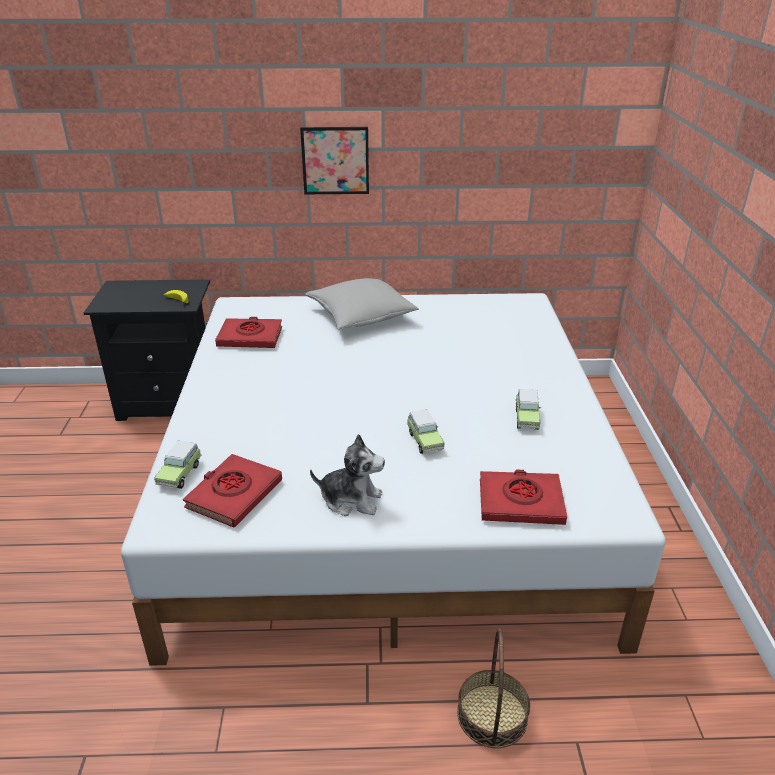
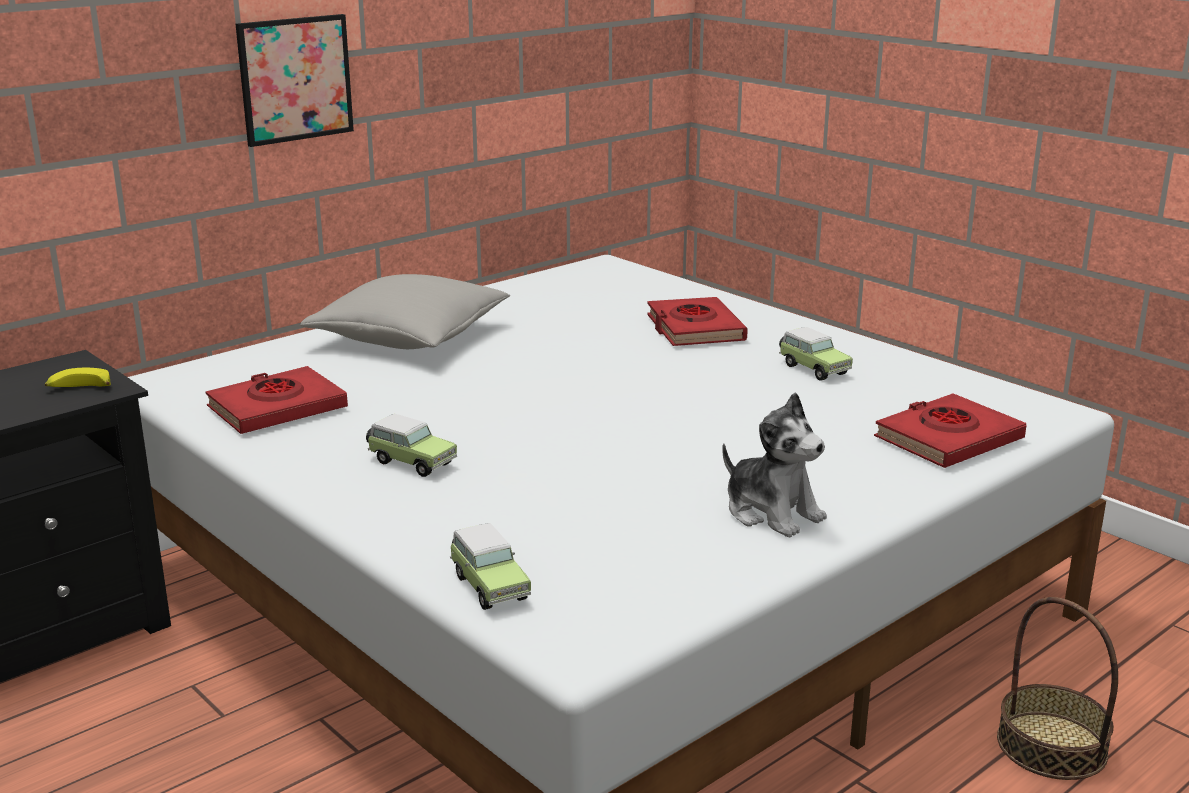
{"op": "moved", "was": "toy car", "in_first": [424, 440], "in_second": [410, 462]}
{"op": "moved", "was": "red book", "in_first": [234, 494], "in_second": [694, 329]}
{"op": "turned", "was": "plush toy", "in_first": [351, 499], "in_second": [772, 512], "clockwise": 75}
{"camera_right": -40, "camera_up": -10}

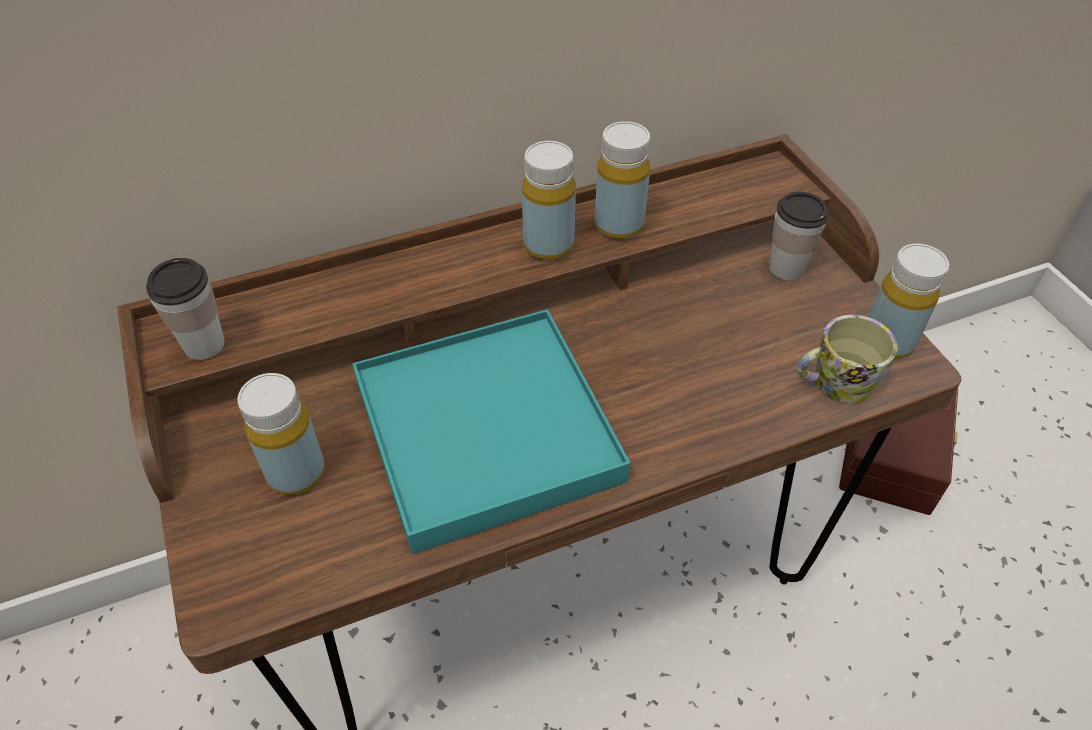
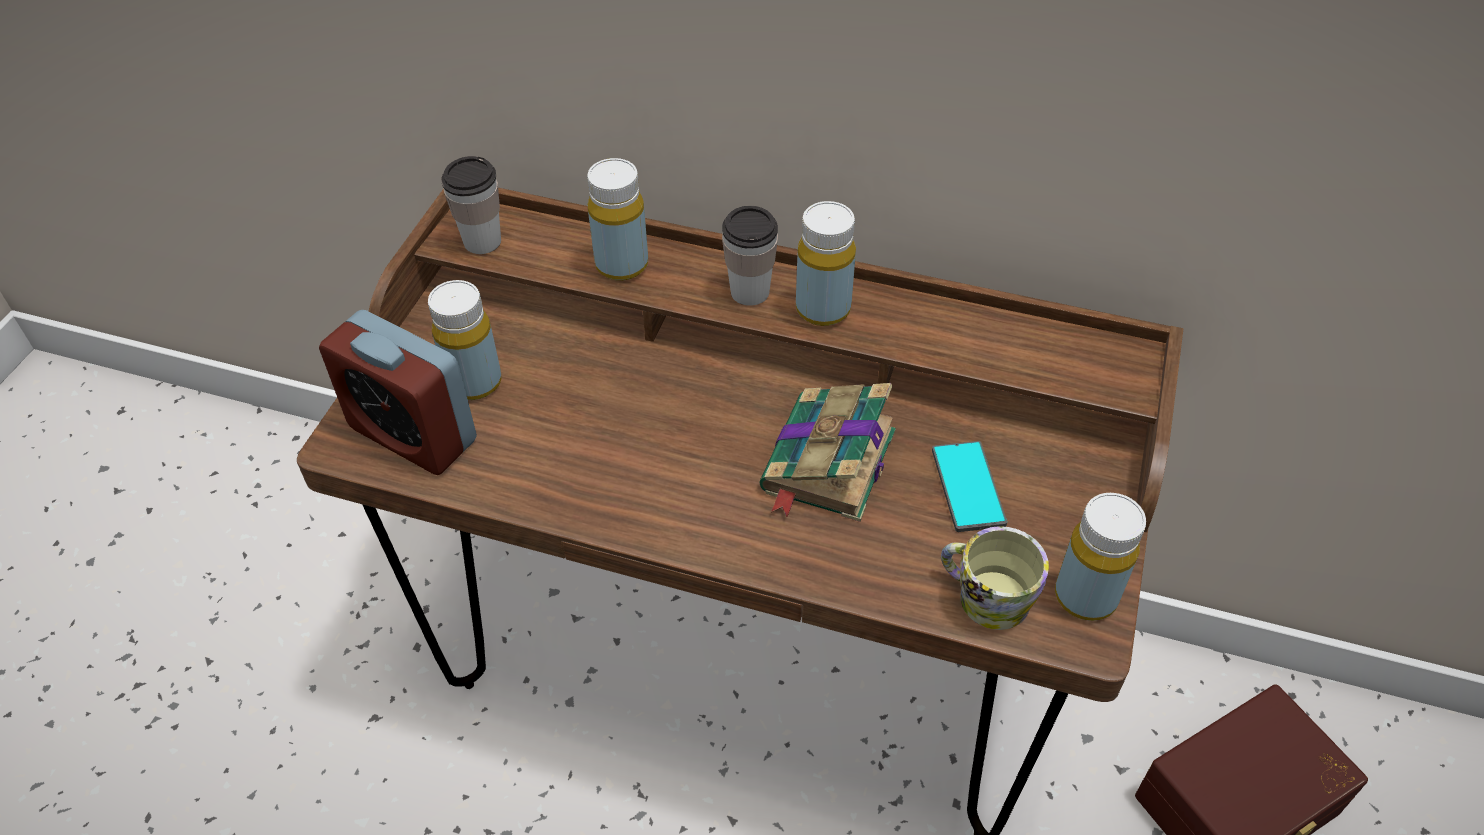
{"op": "added", "now": "alarm clock", "in_second": [413, 434]}
{"op": "moved", "was": "yellow bottle", "in_first": [619, 224], "in_second": [622, 265]}
{"op": "moved", "was": "cup", "in_first": [786, 268], "in_second": [750, 292]}
{"op": "added", "now": "book", "in_second": [827, 464]}
{"op": "added", "now": "phone", "in_second": [968, 487]}
{"op": "removed", "was": "turquoise tray", "in_first": [486, 432]}
{"camera_right": 40, "camera_up": 0}

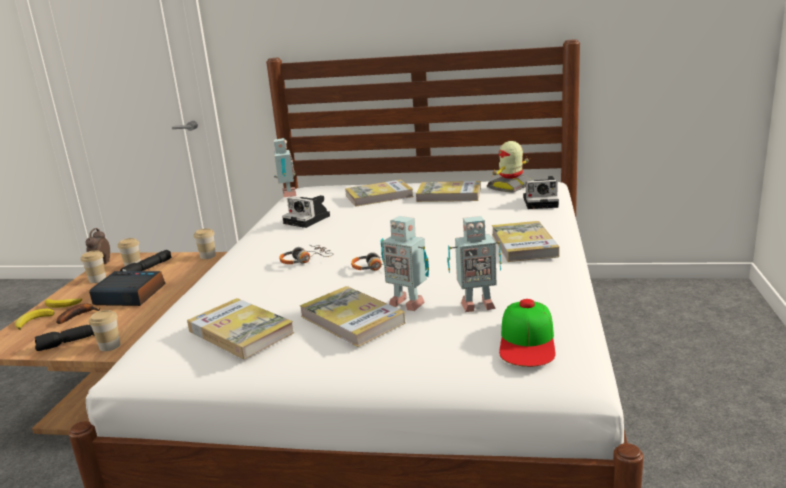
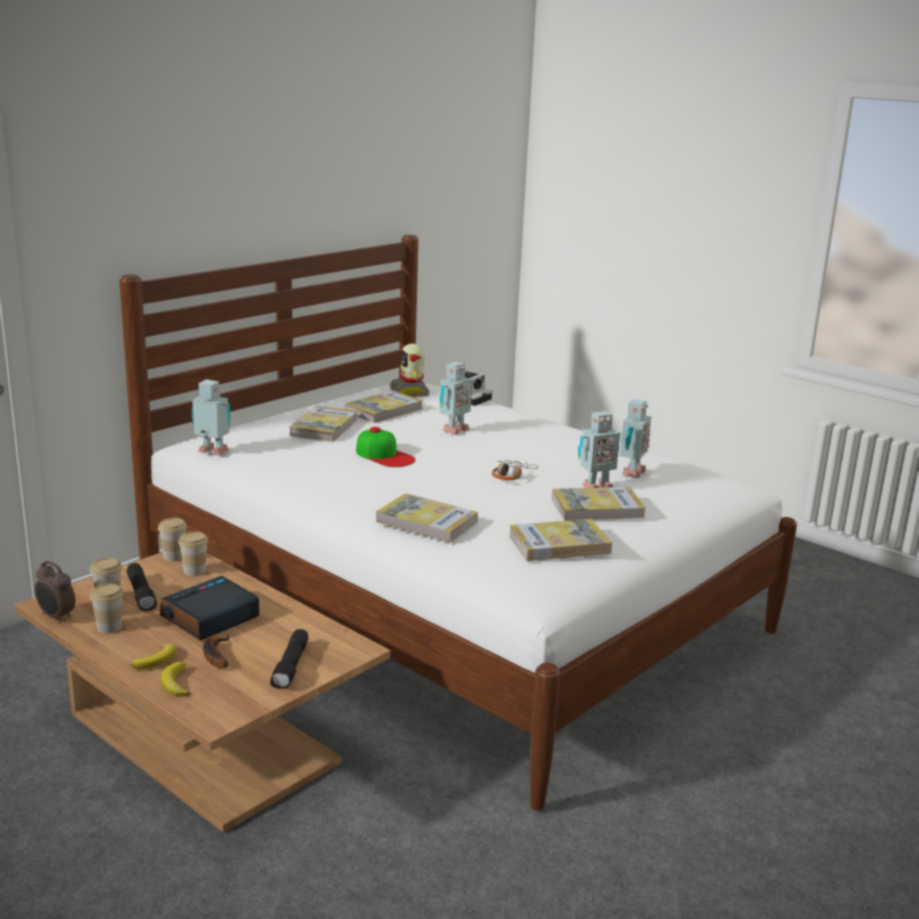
{"op": "moved", "was": "cup", "in_first": [110, 346], "in_second": [194, 571]}
{"op": "moved", "was": "cap", "in_first": [527, 341], "in_second": [384, 455]}
{"op": "moved", "was": "book", "in_first": [524, 245], "in_second": [426, 522]}
{"op": "added", "now": "toy robot", "in_second": [453, 430]}
{"op": "removed", "was": "headphones", "in_first": [305, 260]}
{"op": "removed", "was": "photo camera", "in_first": [308, 220]}
{"camera_right": -60, "camera_up": 0}

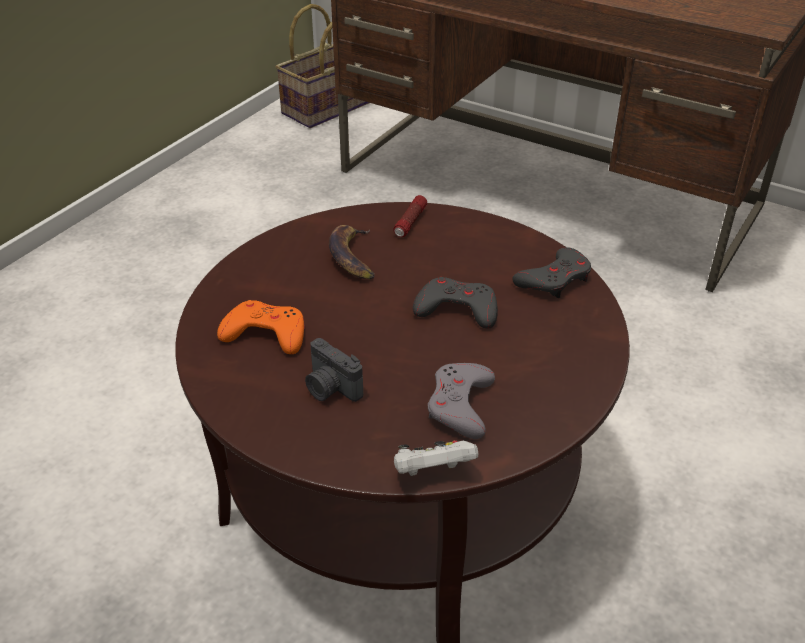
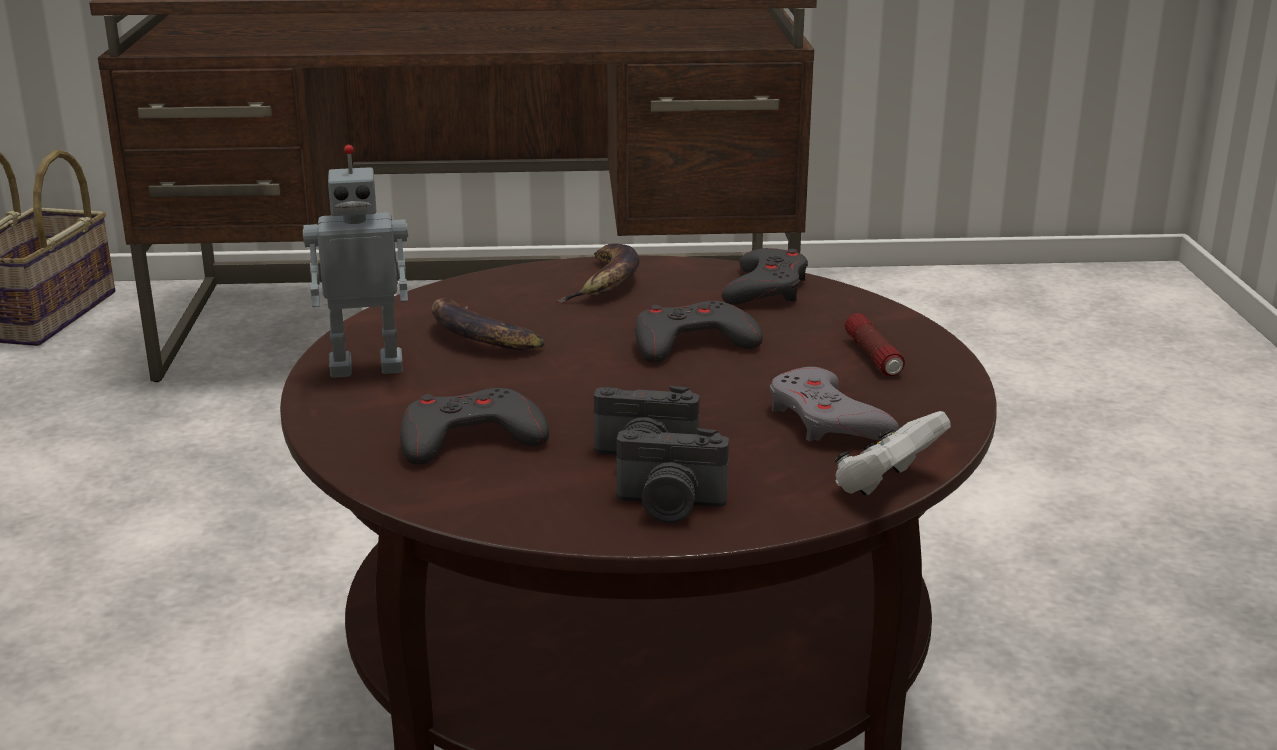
{"op": "added", "now": "toy robot", "in_second": [367, 366]}
{"op": "recoloured", "was": "orange game controller", "now": "grey game controller", "in_first": [265, 333], "in_second": [470, 439]}
{"op": "added", "now": "banana", "in_second": [605, 283]}
{"op": "added", "now": "photo camera", "in_second": [670, 506]}
{"op": "moved", "was": "flashlight", "in_first": [410, 222], "in_second": [873, 356]}
{"camera_right": -35, "camera_up": -15}

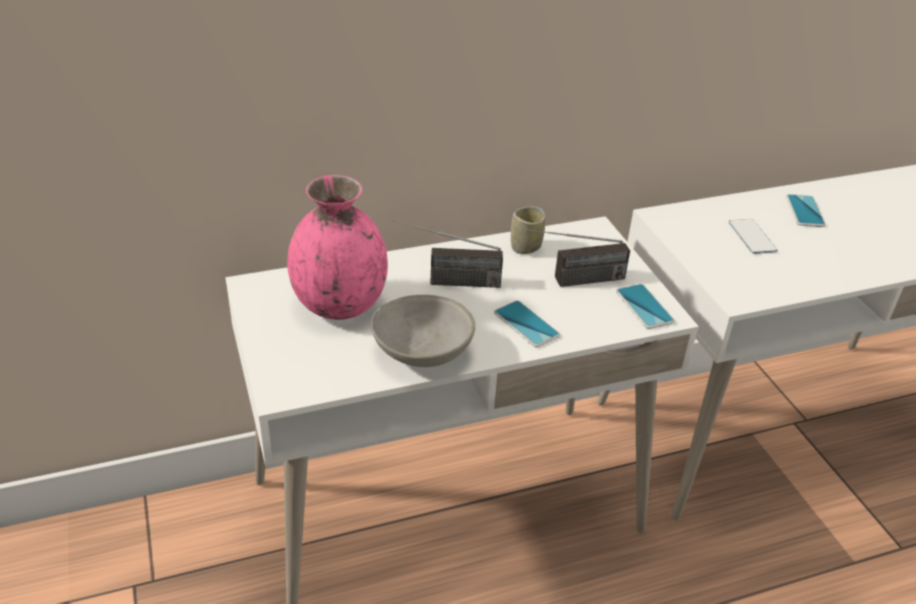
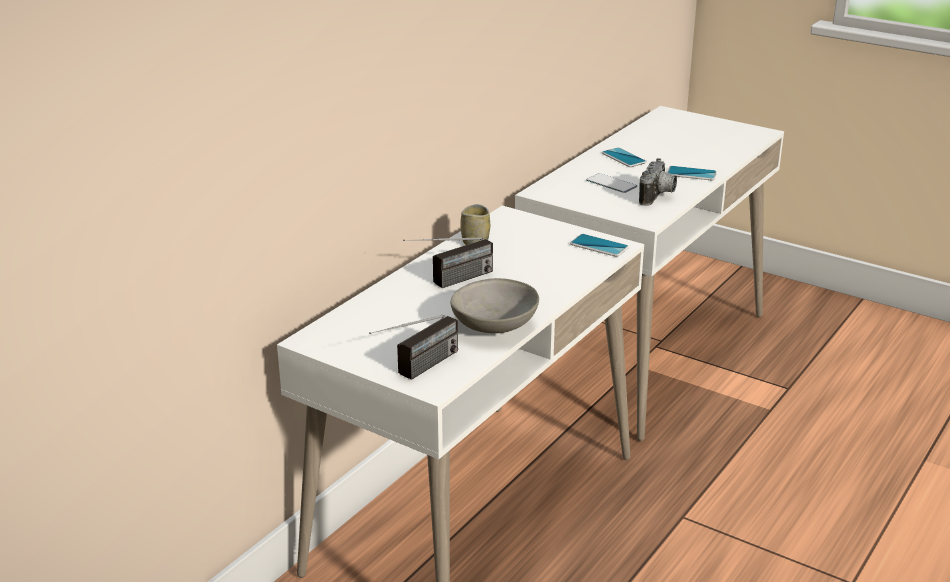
{"op": "moved", "was": "radio", "in_first": [572, 281], "in_second": [417, 371]}
{"op": "added", "now": "photo camera", "in_second": [658, 197]}
{"op": "moved", "was": "phone", "in_first": [526, 324], "in_second": [691, 174]}
{"op": "removed", "was": "pink vase", "in_first": [339, 305]}
{"camera_right": -35, "camera_up": -10}

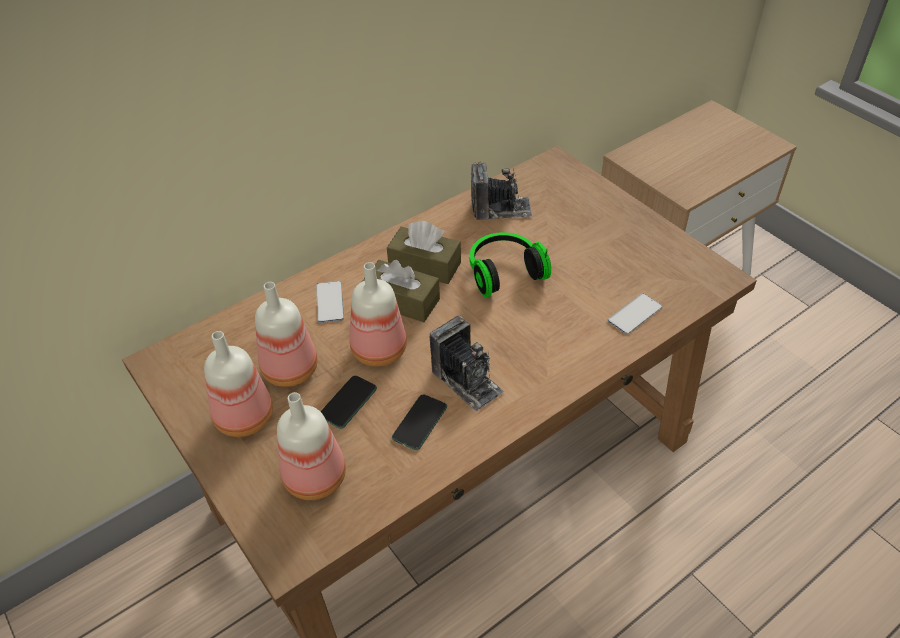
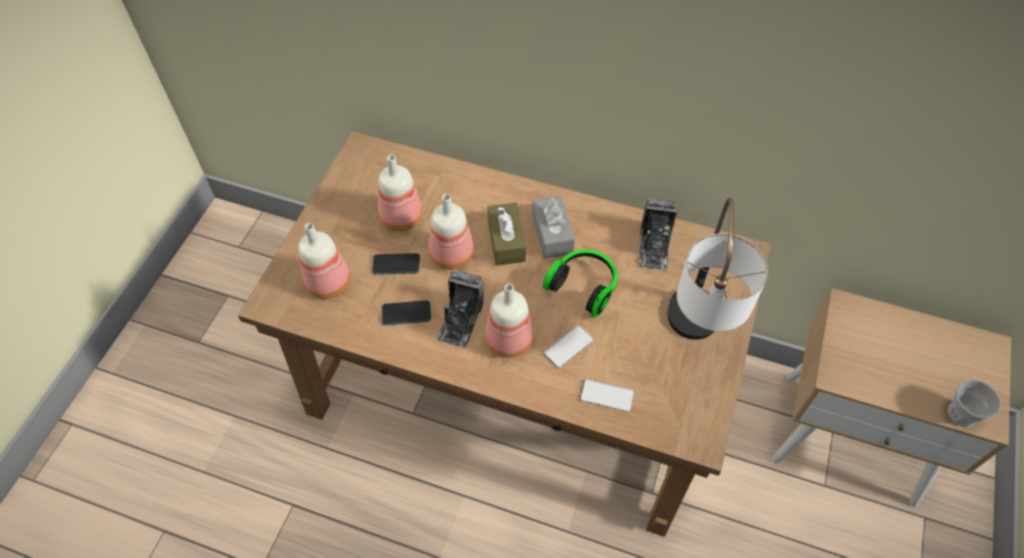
{"op": "moved", "was": "bottle", "in_first": [242, 418], "in_second": [507, 339]}
{"op": "recoloured", "was": "brown tissue box", "now": "grey tissue box", "in_first": [425, 265], "in_second": [552, 234]}
{"op": "moved", "was": "phone", "in_first": [329, 302], "in_second": [568, 347]}
{"op": "turned", "was": "photo camera", "in_first": [501, 209], "in_second": [654, 247], "clockwise": 45}
{"op": "added", "now": "table lamp", "in_second": [691, 339]}
{"op": "added", "now": "cup", "in_second": [961, 414]}
{"camera_right": 55, "camera_up": 10}

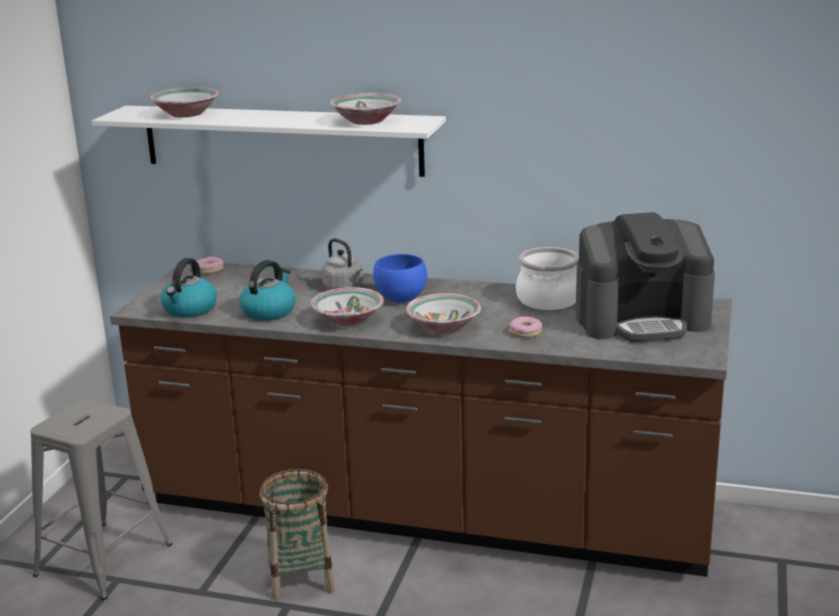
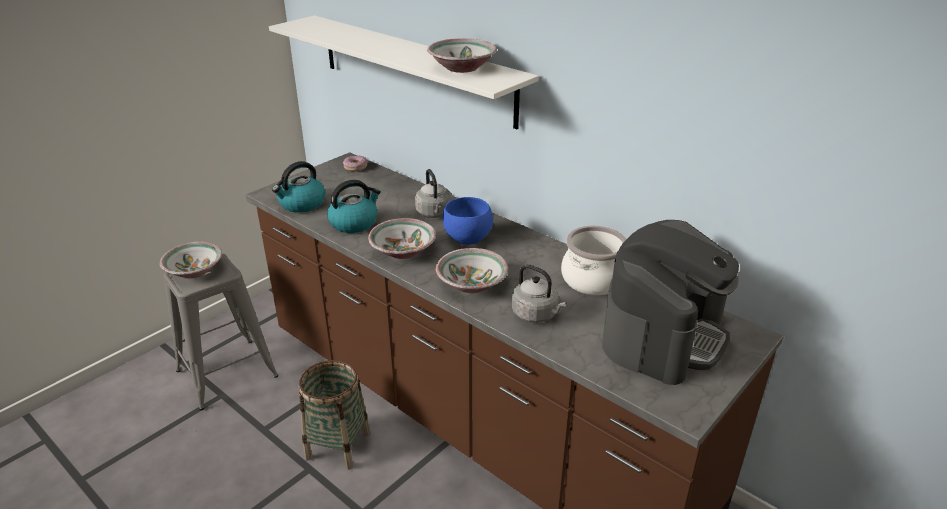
{"op": "moved", "was": "bowl", "in_first": [186, 114], "in_second": [194, 270]}
{"op": "replaced", "was": "donut", "now": "grey kettle", "in_first": [525, 332], "in_second": [536, 314]}
{"op": "turned", "was": "coffee machine", "in_first": [642, 319], "in_second": [663, 334], "clockwise": -75}
{"camera_right": 25, "camera_up": 10}

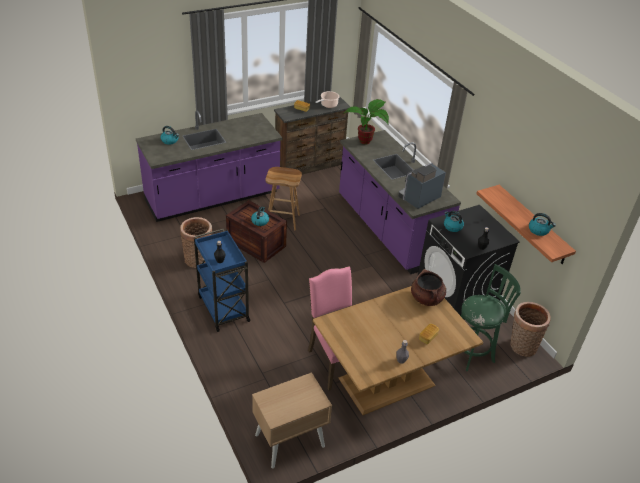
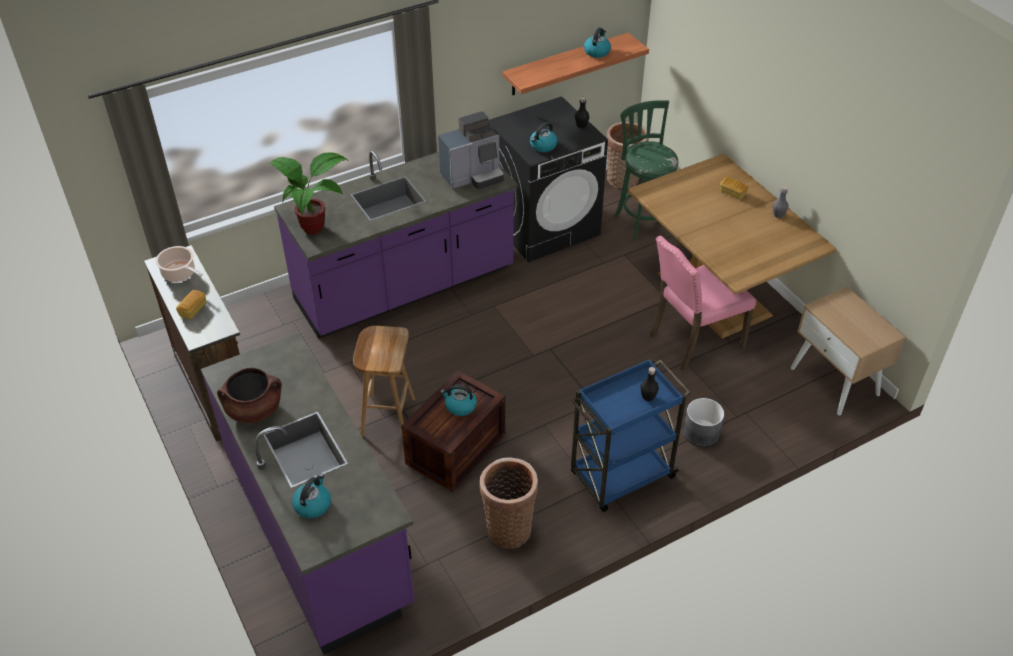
{"op": "moved", "was": "brown cooking pot", "in_first": [426, 298], "in_second": [254, 409]}
{"op": "turned", "was": "coffee machine", "in_first": [418, 198], "in_second": [473, 176], "clockwise": -75}
{"op": "added", "now": "grey planter", "in_second": [701, 433]}
{"camera_right": -90, "camera_up": 5}

